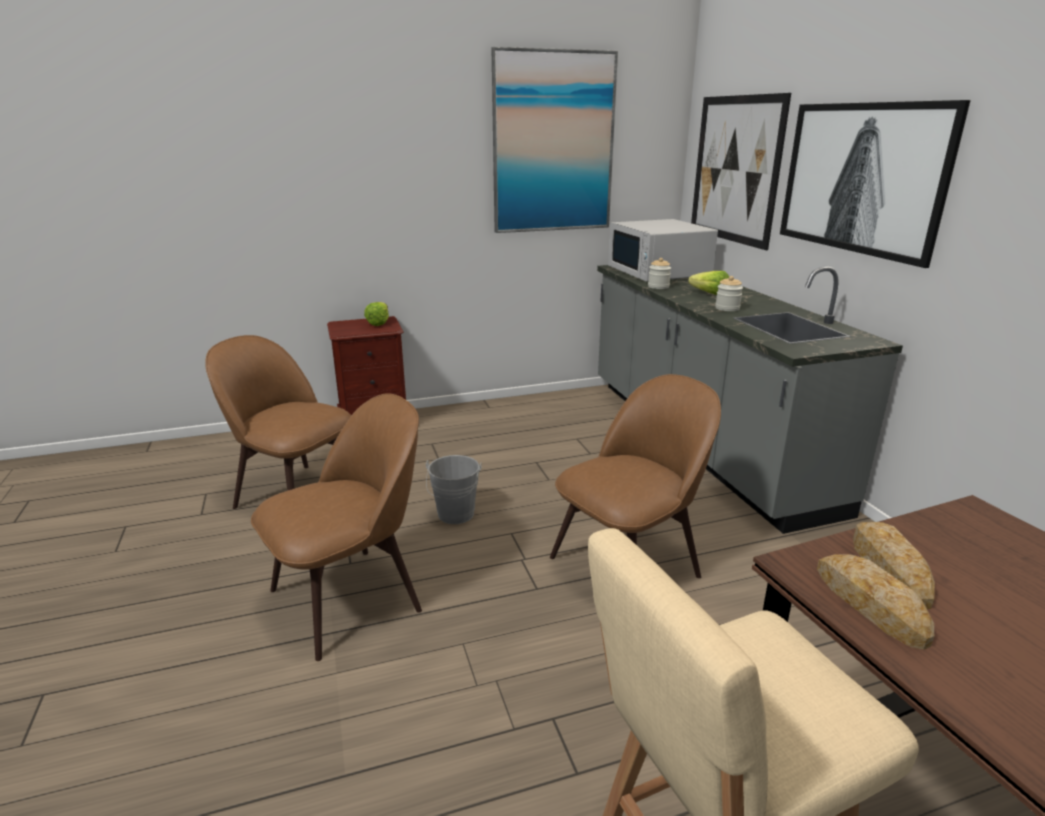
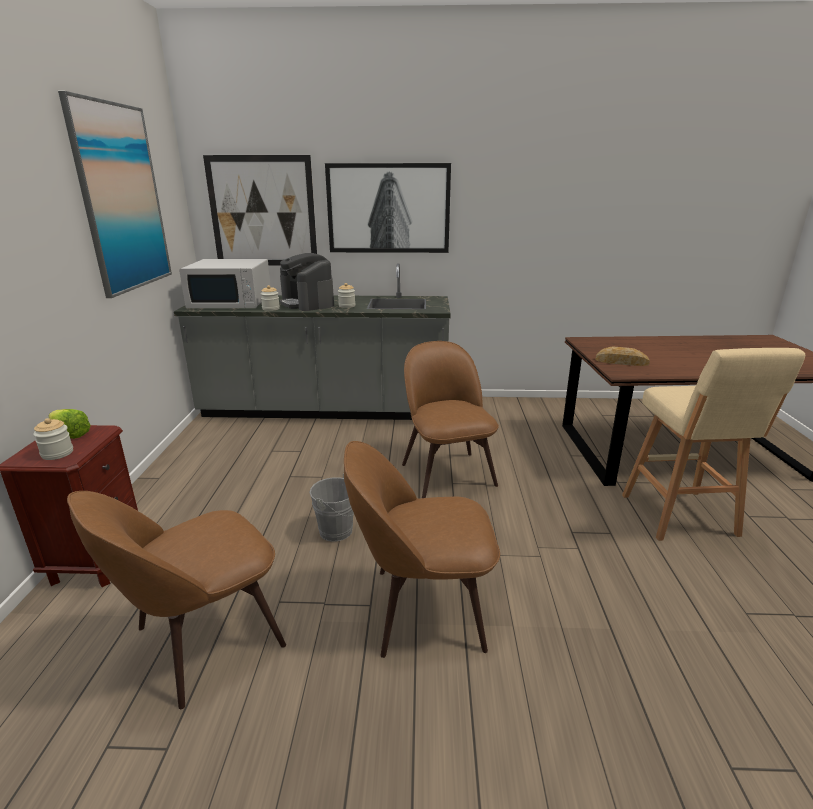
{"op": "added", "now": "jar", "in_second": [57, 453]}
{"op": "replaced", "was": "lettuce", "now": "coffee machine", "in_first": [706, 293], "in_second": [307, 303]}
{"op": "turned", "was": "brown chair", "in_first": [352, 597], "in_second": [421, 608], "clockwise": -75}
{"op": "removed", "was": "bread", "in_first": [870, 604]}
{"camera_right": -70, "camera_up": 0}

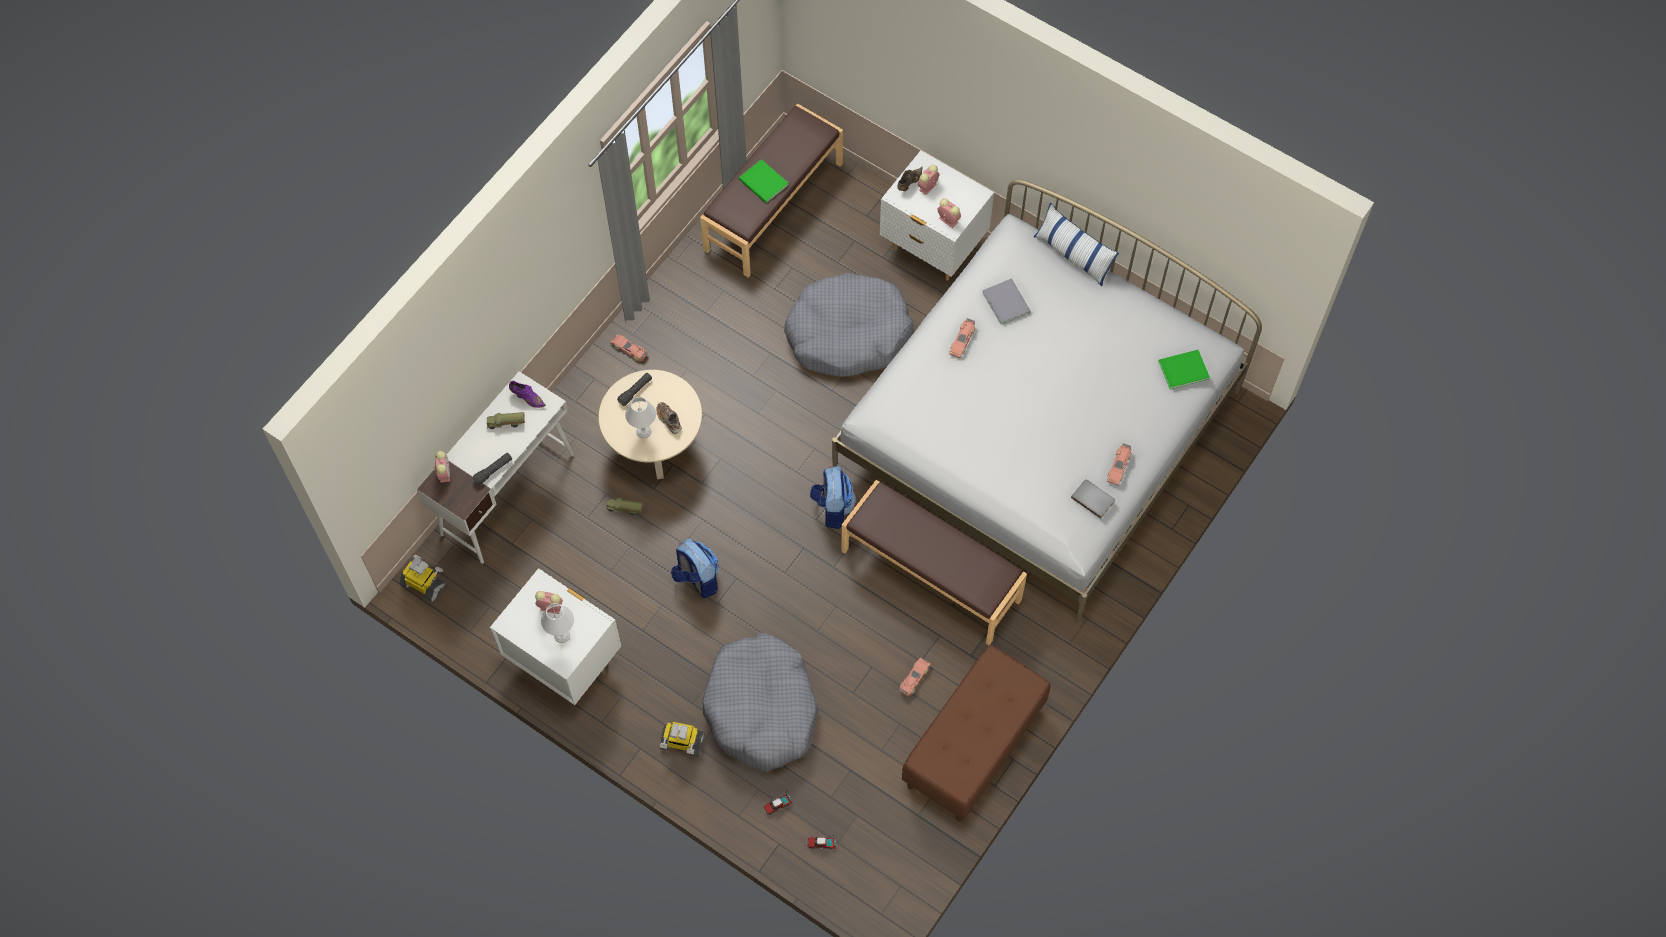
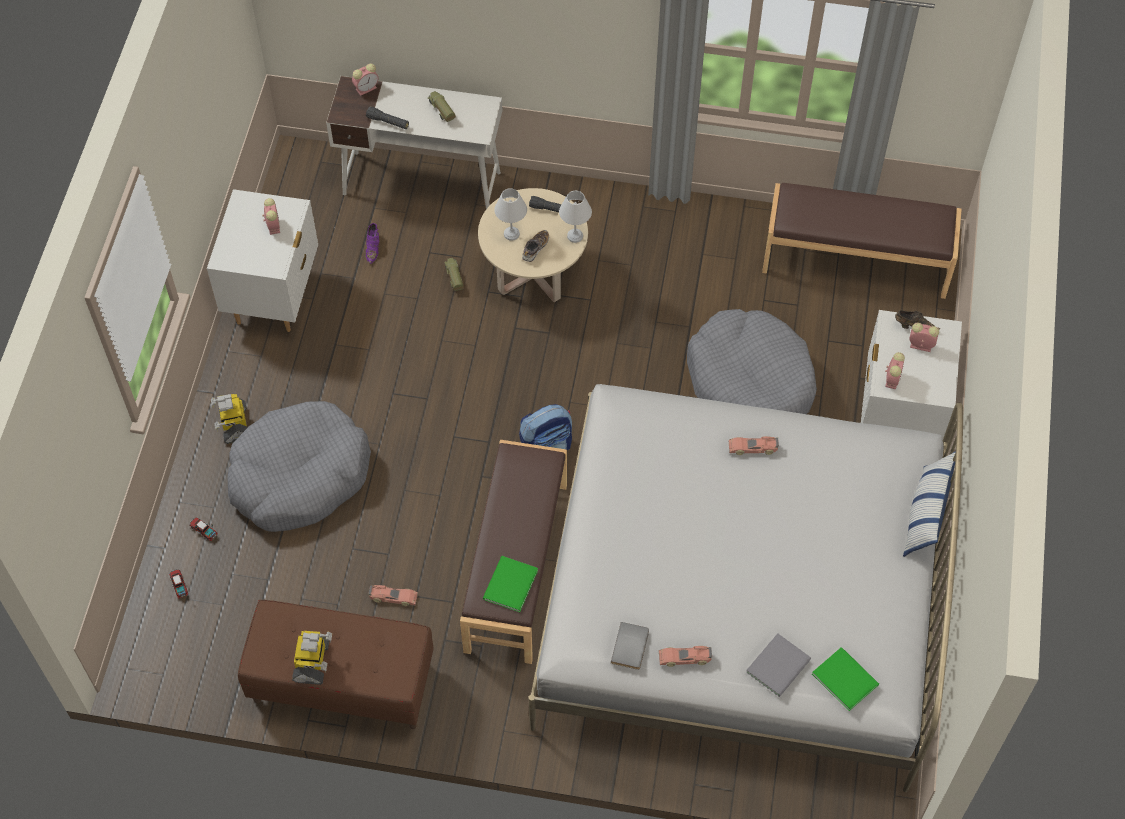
{"op": "moved", "was": "toy robot", "in_first": [424, 584], "in_second": [312, 662]}
{"op": "moved", "was": "purple shoe", "in_first": [527, 398], "in_second": [373, 248]}
{"op": "moved", "was": "green book", "in_first": [763, 183], "in_second": [508, 585]}
{"op": "moved", "was": "white table lamp", "in_first": [562, 635], "in_second": [575, 236]}
{"op": "moved", "was": "grey book", "in_first": [1006, 301], "in_second": [780, 665]}
{"op": "removed", "was": "toy car", "in_first": [629, 349]}
{"op": "removed", "was": "backpack", "in_first": [697, 579]}
{"camera_right": 65, "camera_up": -5}

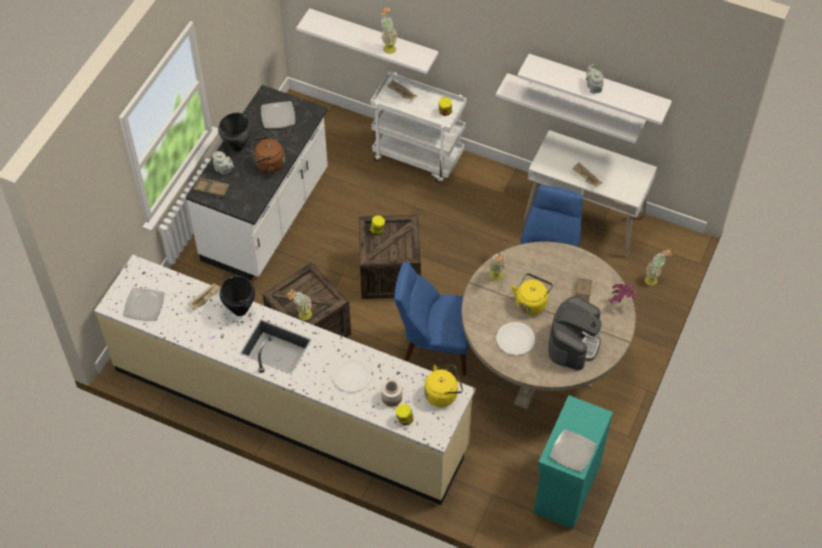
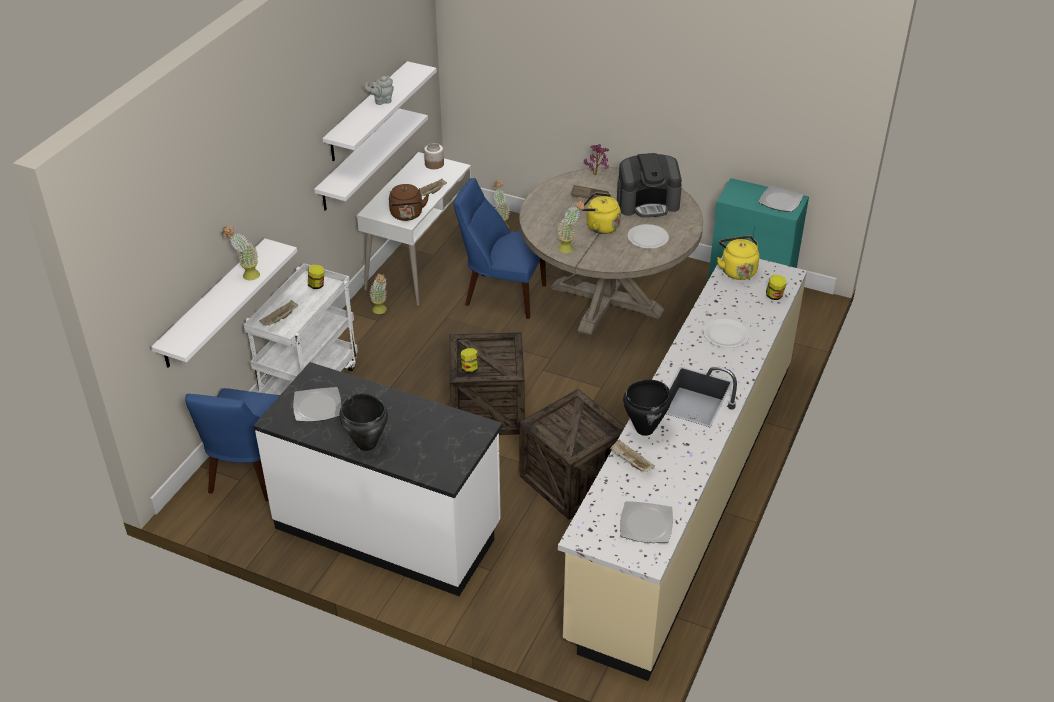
{"op": "moved", "was": "blue chair", "in_first": [435, 347], "in_second": [250, 472]}
{"op": "moved", "was": "potted plant", "in_first": [301, 316], "in_second": [381, 311]}
{"op": "moved", "was": "brown kettle", "in_first": [268, 164], "in_second": [407, 215]}
{"op": "moved", "was": "jar", "in_first": [392, 397], "in_second": [434, 164]}
{"op": "turned", "was": "coffee machine", "in_first": [573, 343], "in_second": [648, 203], "clockwise": 150}
{"op": "removed", "was": "brown tray", "in_first": [211, 189]}
{"op": "removed", "was": "grey teapot", "in_first": [224, 170]}
{"camera_right": -90, "camera_up": -15}

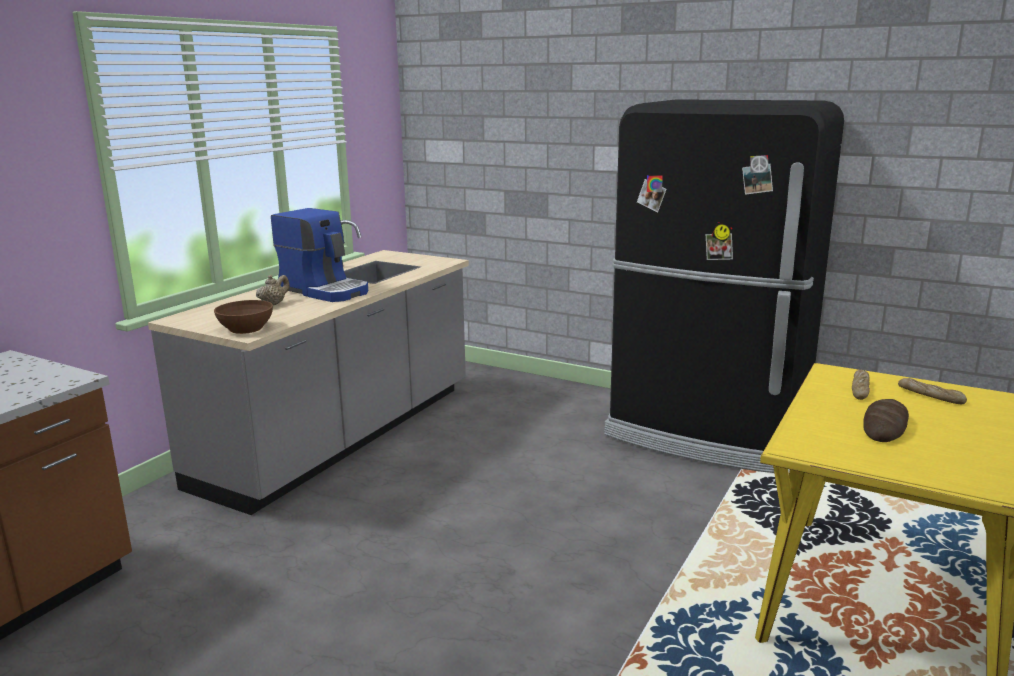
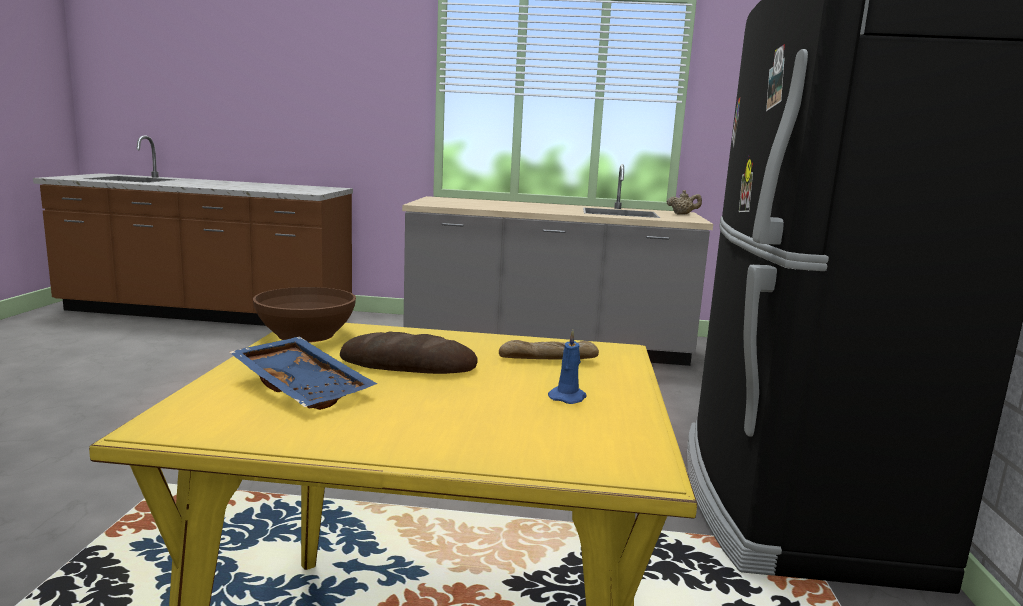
{"op": "added", "now": "blue tray", "in_second": [304, 387]}
{"op": "moved", "was": "brown bowl", "in_first": [246, 329], "in_second": [305, 335]}
{"op": "replaced", "was": "bread", "now": "blue candle", "in_first": [930, 396], "in_second": [568, 397]}
{"op": "moved", "was": "beige teapot", "in_first": [274, 304], "in_second": [682, 214]}
{"op": "removed", "was": "coffee machine", "in_first": [325, 290]}
{"camera_right": 65, "camera_up": -5}

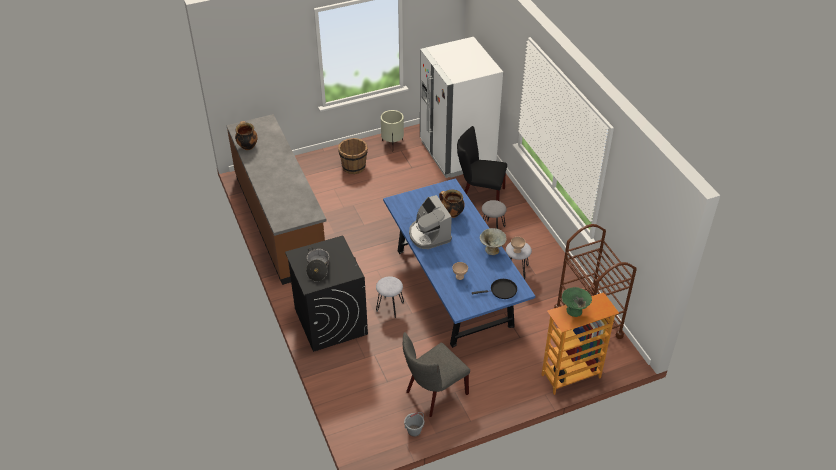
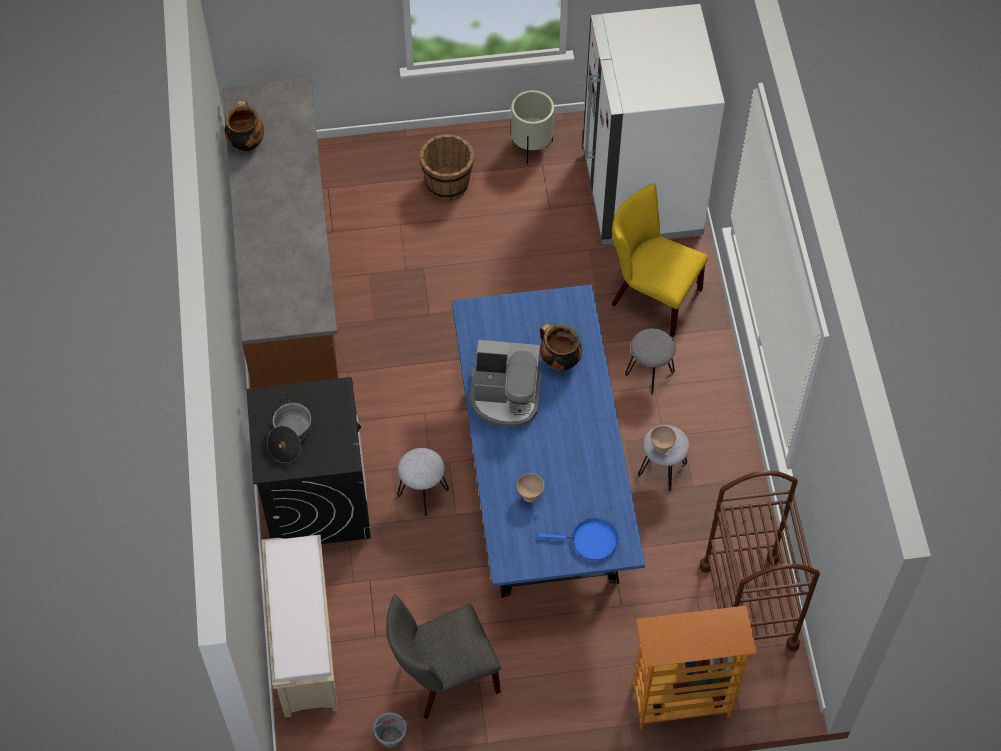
{"op": "added", "now": "beige bench", "in_second": [304, 645]}
{"op": "turned", "was": "coffee machine", "in_first": [429, 235], "in_second": [506, 397], "clockwise": -75}
{"op": "recoloured", "was": "black frying pan", "now": "blue frying pan", "in_first": [501, 290], "in_second": [591, 541]}
{"op": "recoloured", "was": "black chair", "now": "yellow chair", "in_first": [479, 195], "in_second": [650, 296]}
{"op": "removed", "was": "grey bowl", "in_first": [492, 250]}
{"op": "removed", "was": "green bowl", "in_first": [574, 311]}
{"camera_right": 15, "camera_up": 15}

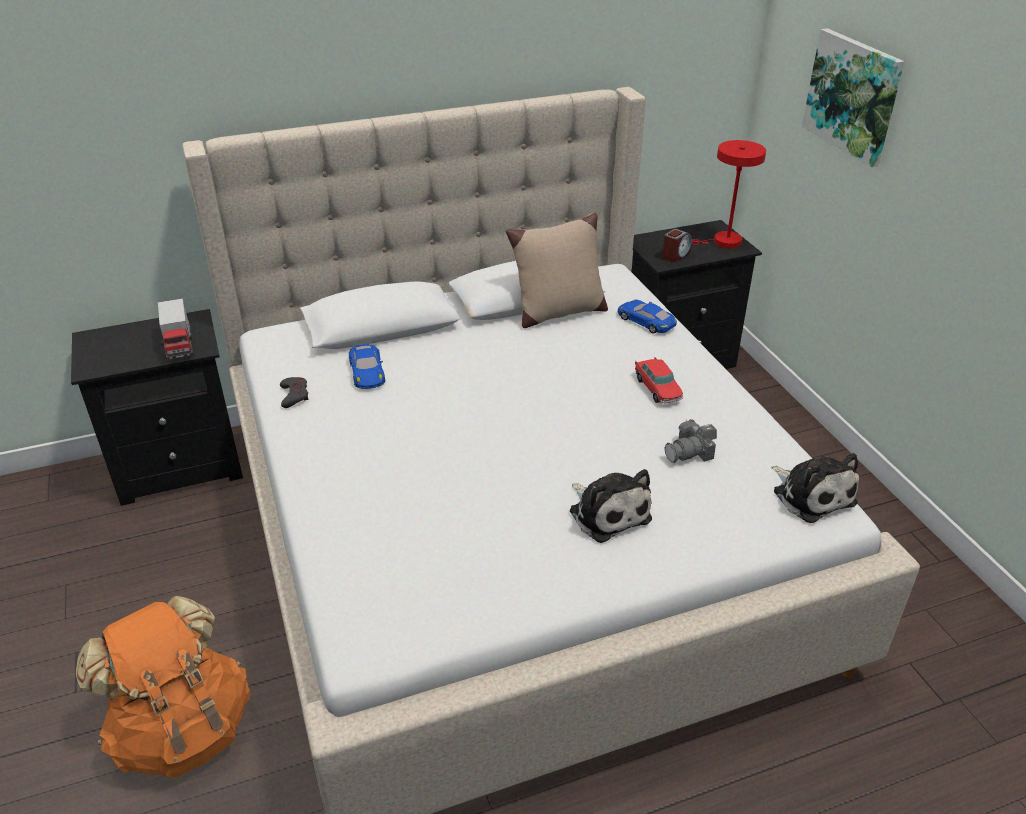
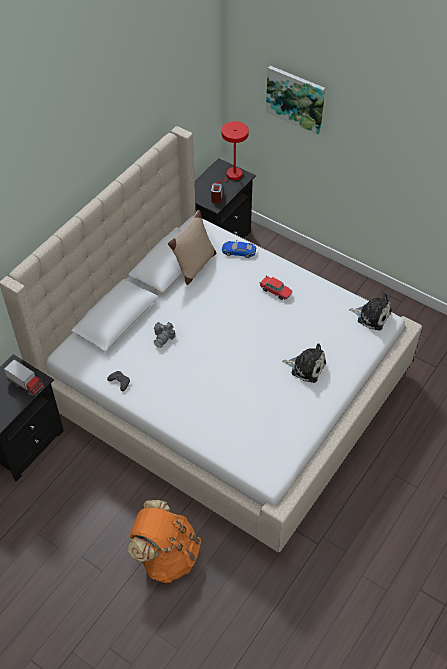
{"op": "moved", "was": "photo camera", "in_first": [690, 452], "in_second": [163, 337]}
{"op": "removed", "was": "blue toy car", "in_first": [367, 371]}
{"camera_right": -35, "camera_up": 15}

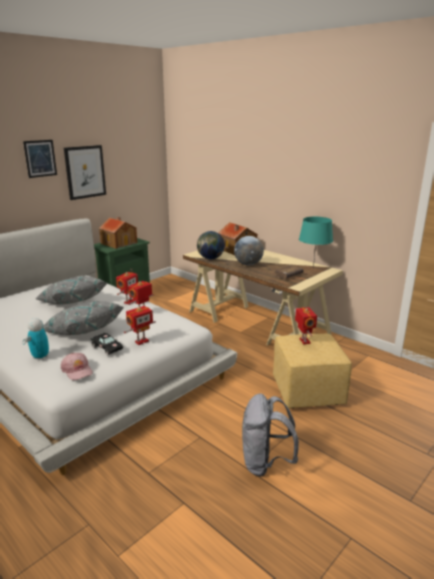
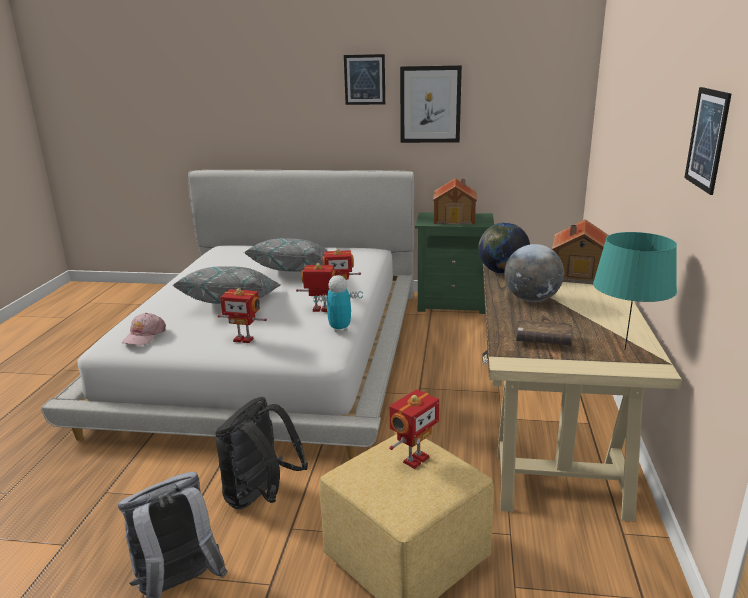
{"op": "added", "now": "black backpack", "in_second": [260, 496]}
{"op": "moved", "was": "toy robot", "in_first": [40, 357], "in_second": [339, 329]}
{"op": "added", "now": "picture", "in_second": [707, 139]}
{"op": "removed", "was": "black toy car", "in_first": [106, 347]}
{"camera_right": 55, "camera_up": 0}

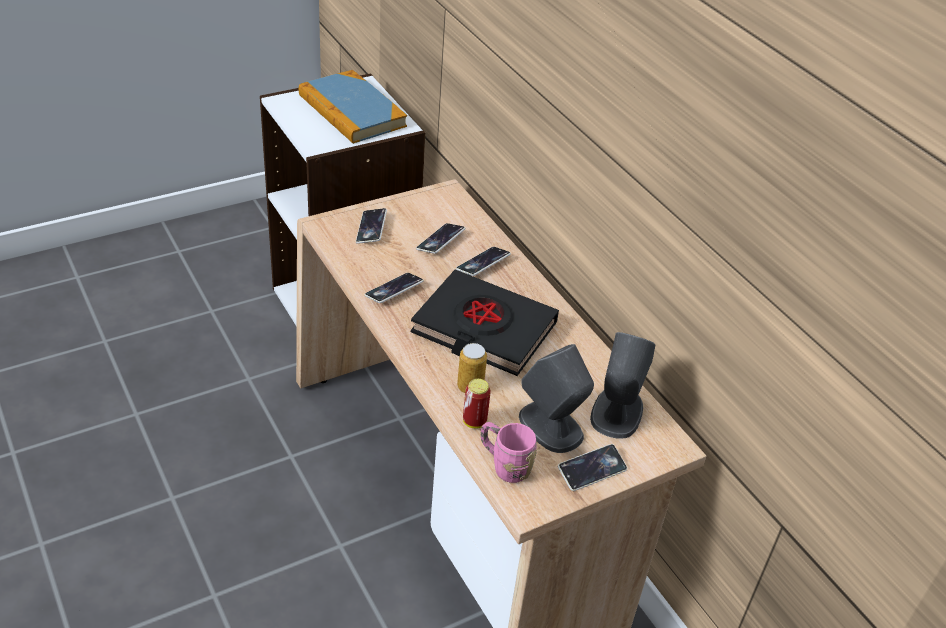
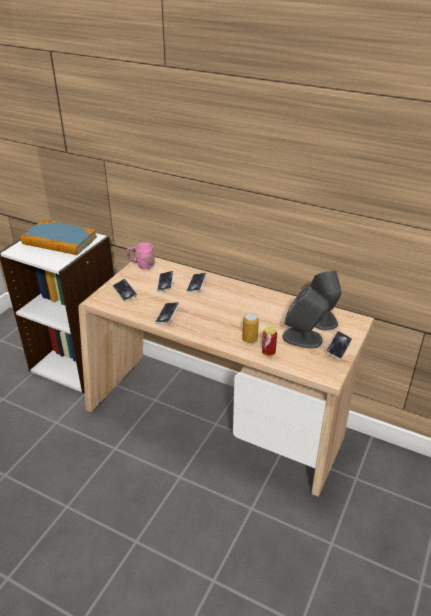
{"op": "moved", "was": "pink mug", "in_first": [504, 465], "in_second": [141, 265]}
{"op": "removed", "was": "black book", "in_first": [483, 329]}
{"camera_right": -30, "camera_up": -5}

